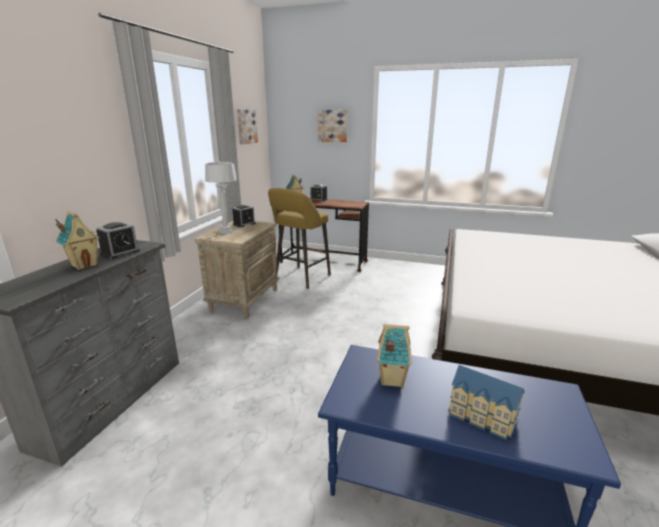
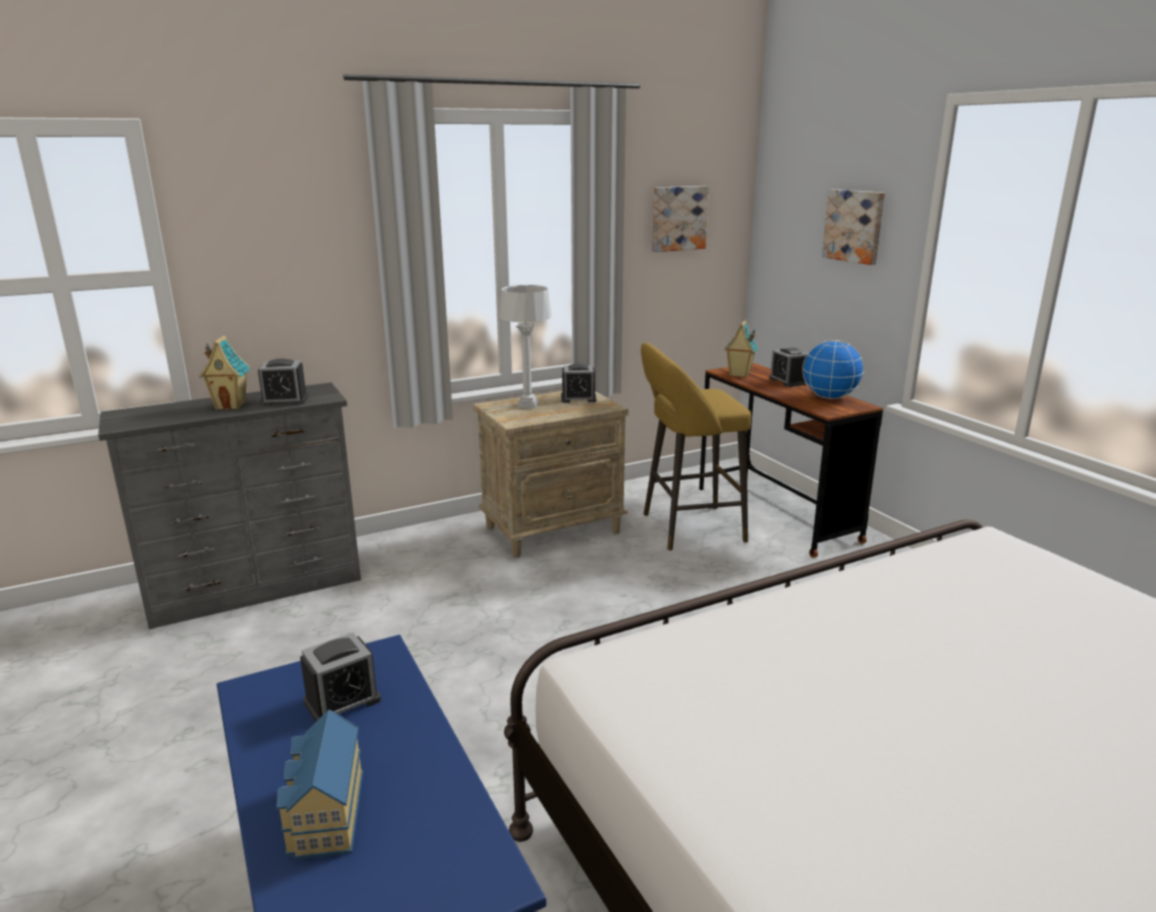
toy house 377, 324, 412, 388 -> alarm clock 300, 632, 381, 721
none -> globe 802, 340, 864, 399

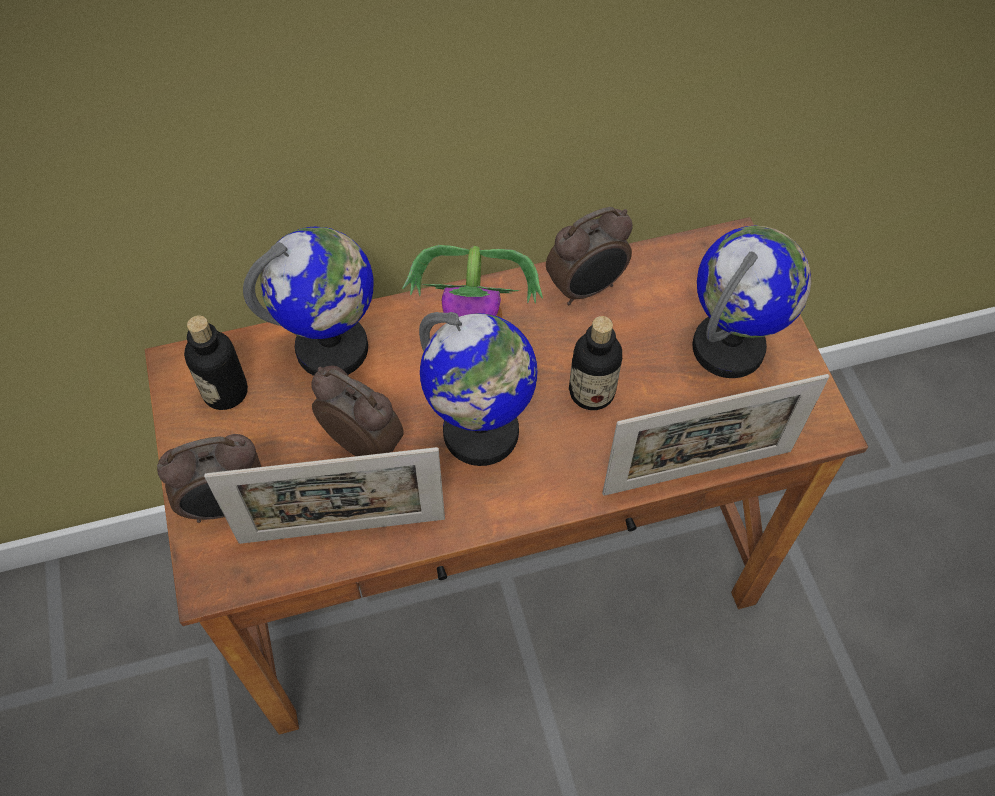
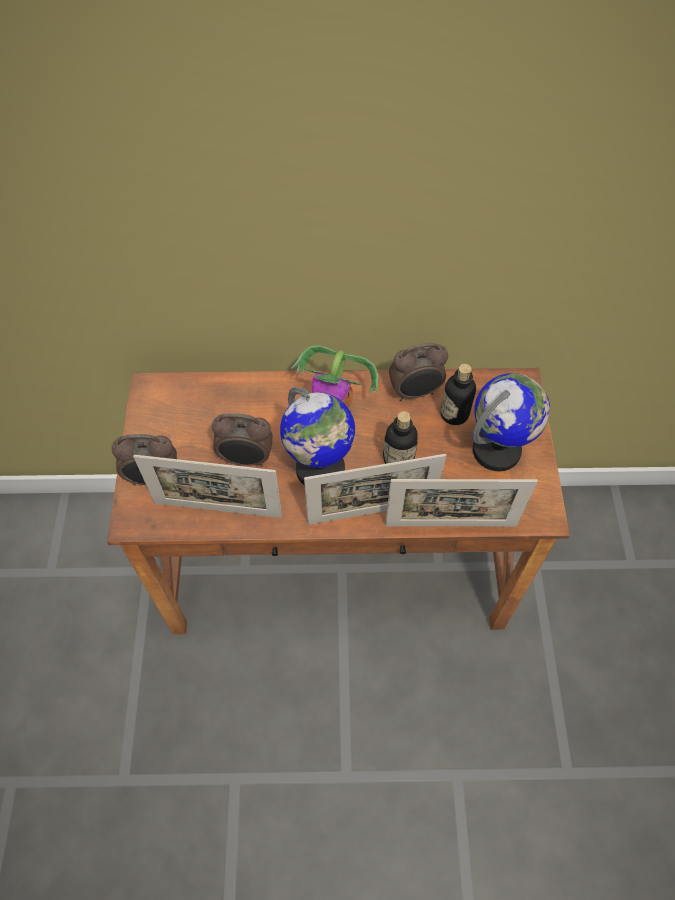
bottle 184, 316, 248, 410 -> bottle 440, 364, 476, 425, relocated
globe 243, 227, 374, 376 -> none
alarm clock 311, 366, 404, 456 -> alarm clock 212, 413, 272, 467, 135 degrees clockwise
none -> picture frame 304, 454, 446, 525

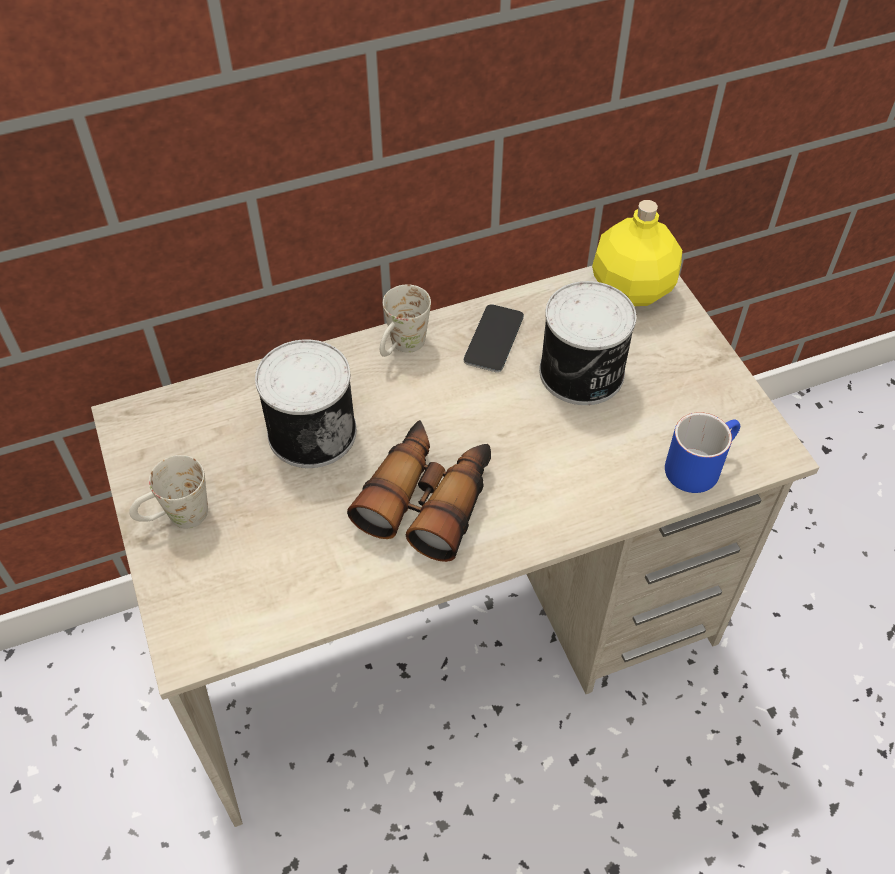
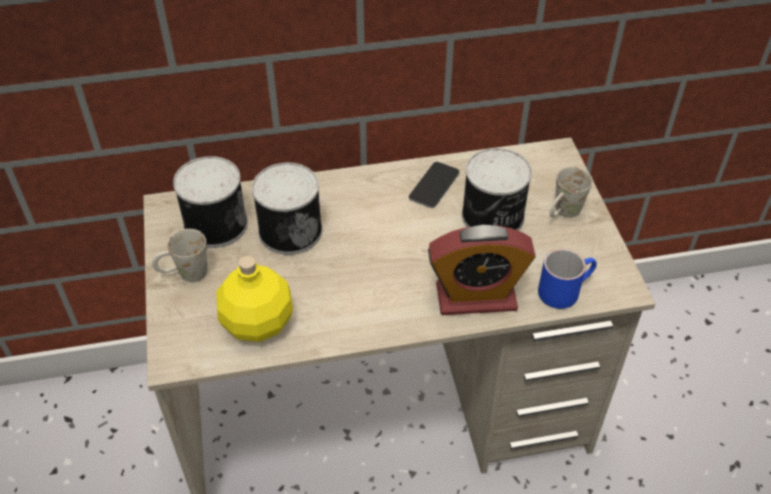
binoculars 347, 420, 491, 562 -> none
white mug 380, 284, 431, 357 -> white mug 550, 167, 593, 218, relocated
yellow bottle 592, 200, 682, 306 -> yellow bottle 216, 256, 293, 342, relocated
none -> can 173, 156, 248, 248
none -> alarm clock 428, 225, 536, 315

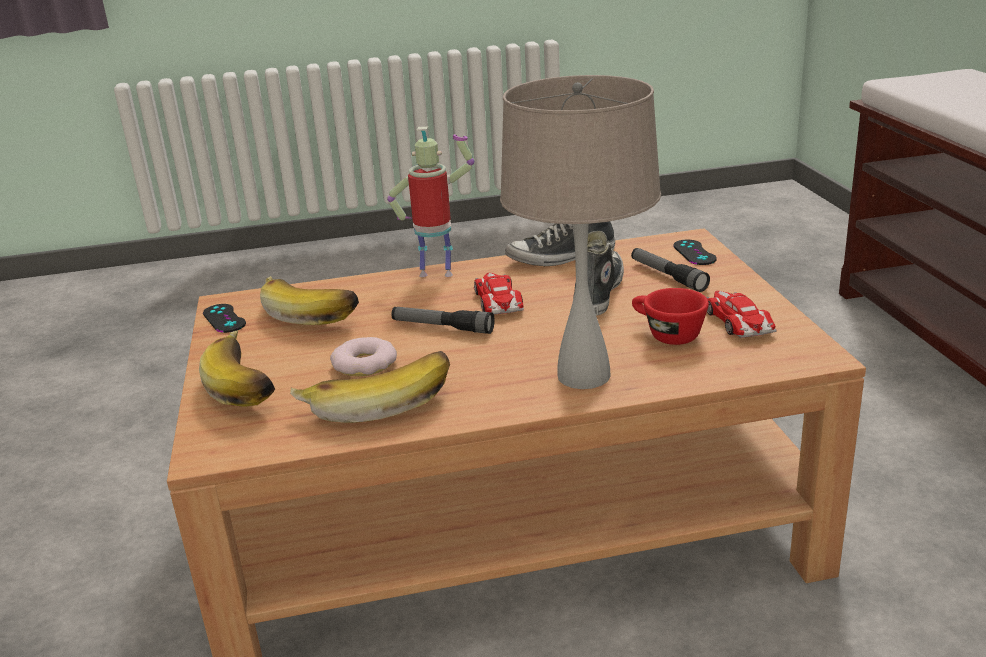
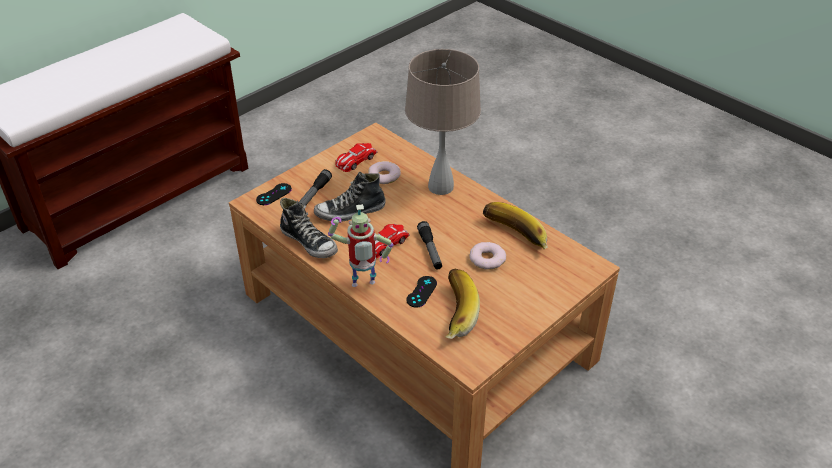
banana 199, 330, 275, 407 -> none
black game controller 203, 304, 246, 333 -> black game controller 406, 276, 437, 308, relocated
toy robot 387, 127, 474, 277 -> toy robot 328, 204, 393, 287, 75 degrees counterclockwise
red cup 632, 288, 709, 345 -> donut 368, 161, 401, 184

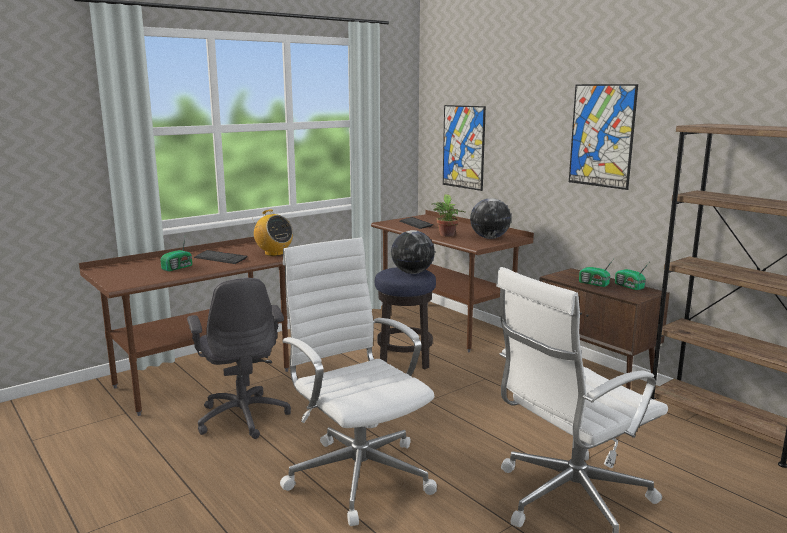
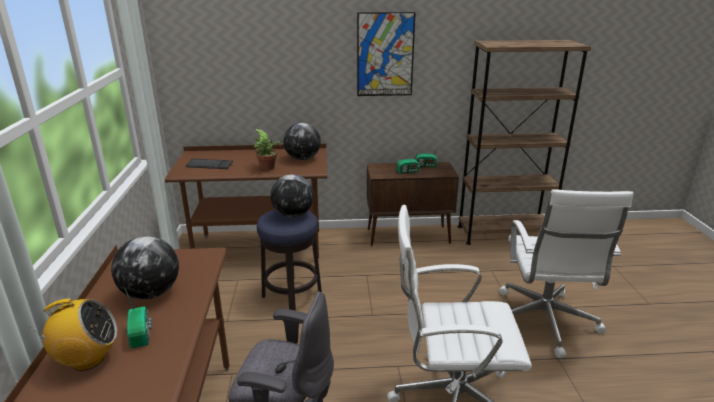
keyboard 194, 250, 248, 264 -> globe 111, 236, 179, 299
radio 252, 209, 293, 256 -> radio 29, 298, 117, 371, relocated
picture 443, 105, 486, 191 -> none

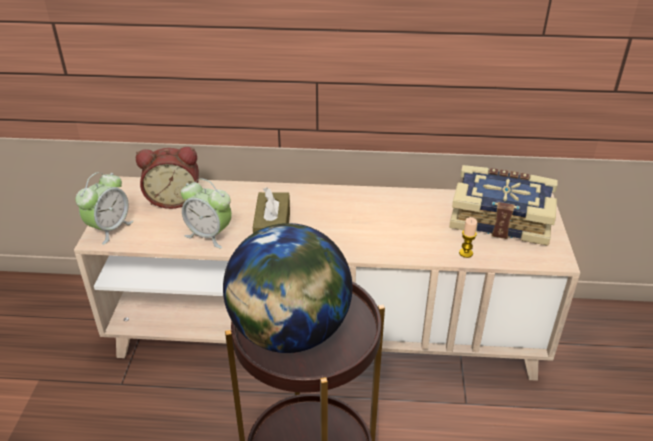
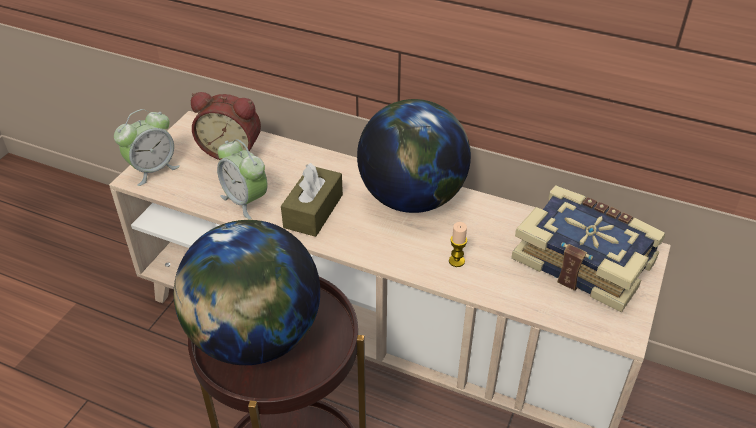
candle 459, 217, 477, 258 -> candle 449, 222, 467, 267, relocated
none -> globe 357, 99, 471, 213

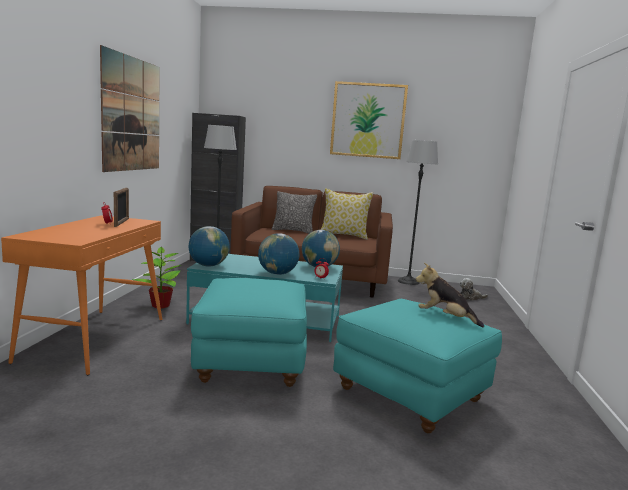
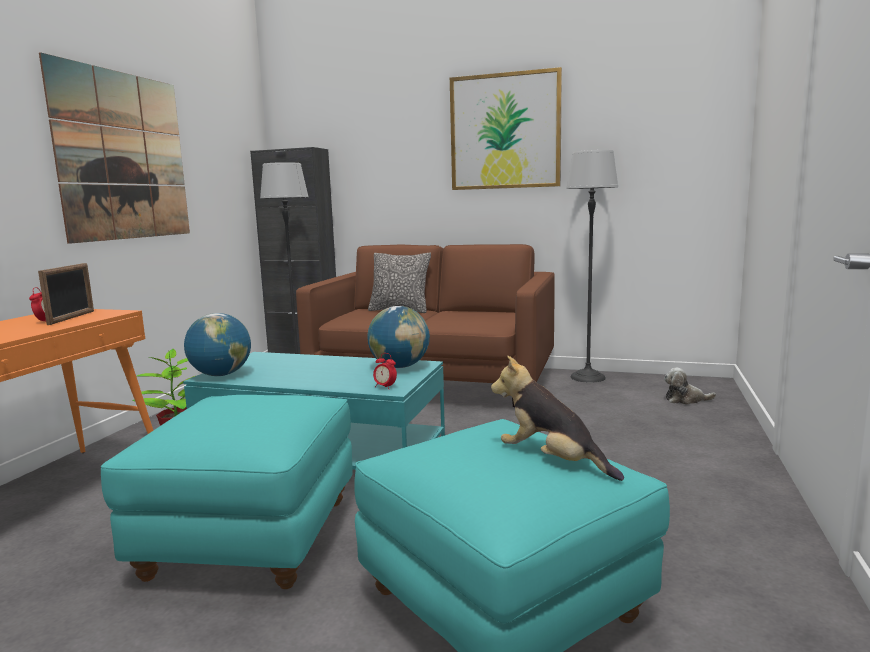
globe 258, 233, 299, 275 -> none
pillow 321, 188, 374, 240 -> none

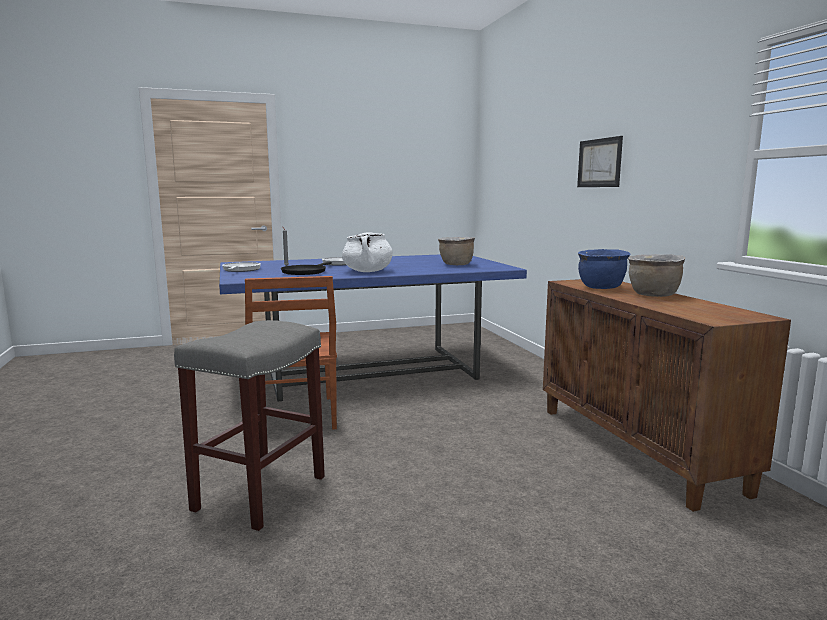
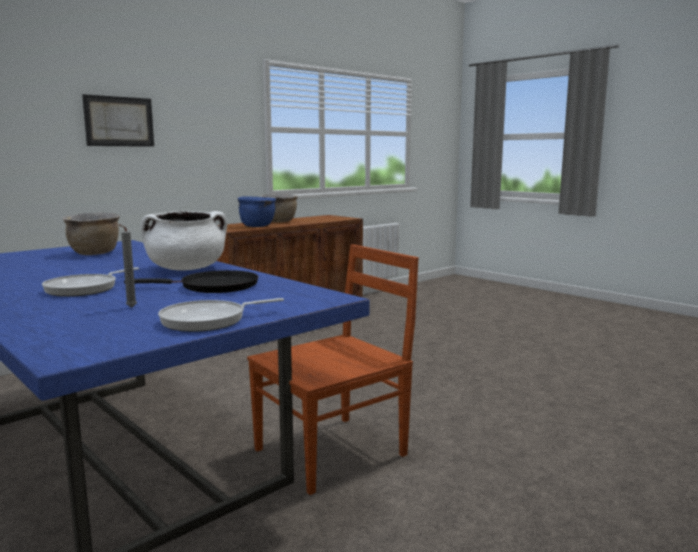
grey stool 174, 320, 325, 531 -> none

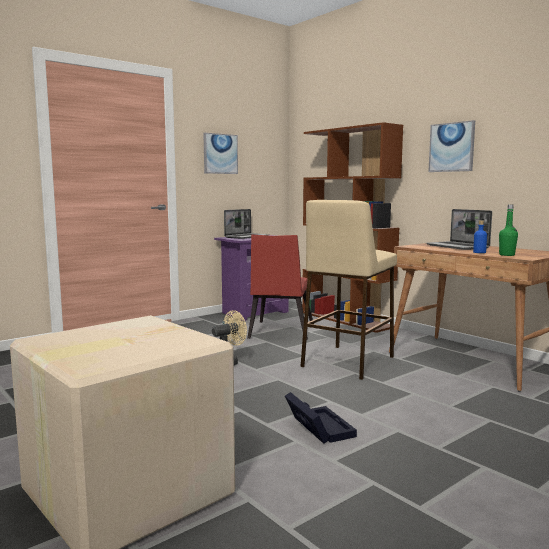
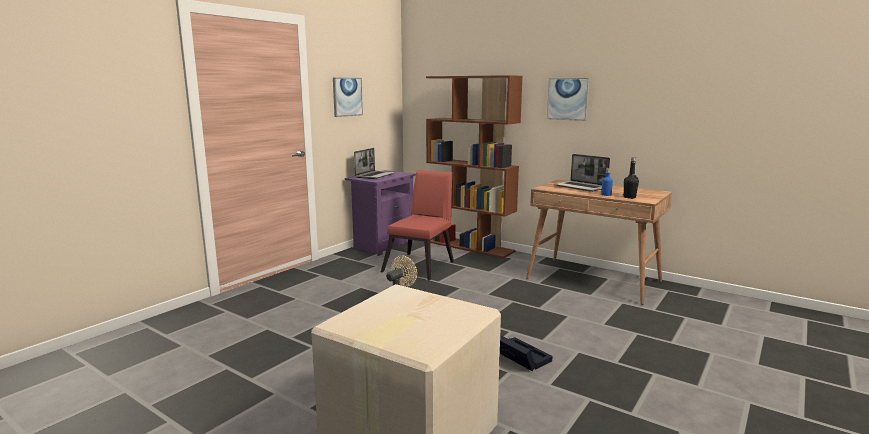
red chair 247, 235, 313, 340 -> red chair 381, 169, 454, 280, 150 degrees counterclockwise
beige stool 300, 200, 397, 380 -> none
green bottle 499, 204, 518, 256 -> black bottle 623, 157, 639, 199

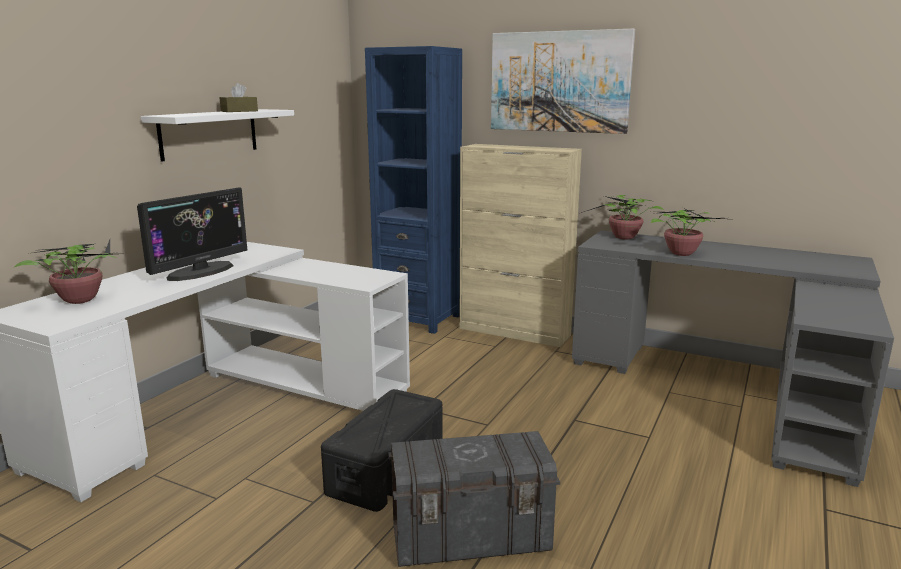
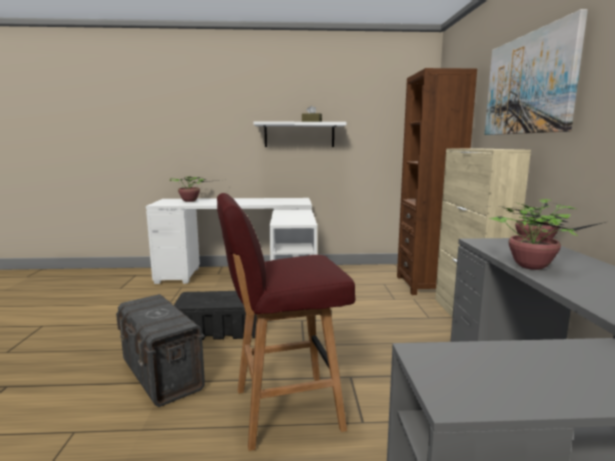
monitor 137, 187, 247, 281 -> none
blue bookcase 365, 46, 462, 334 -> brown bookcase 397, 68, 477, 295
none -> red stool 217, 193, 355, 451

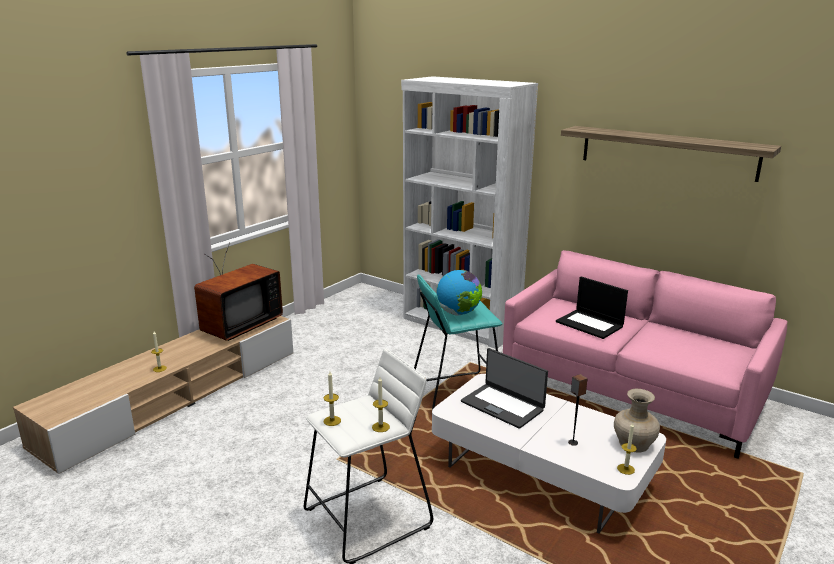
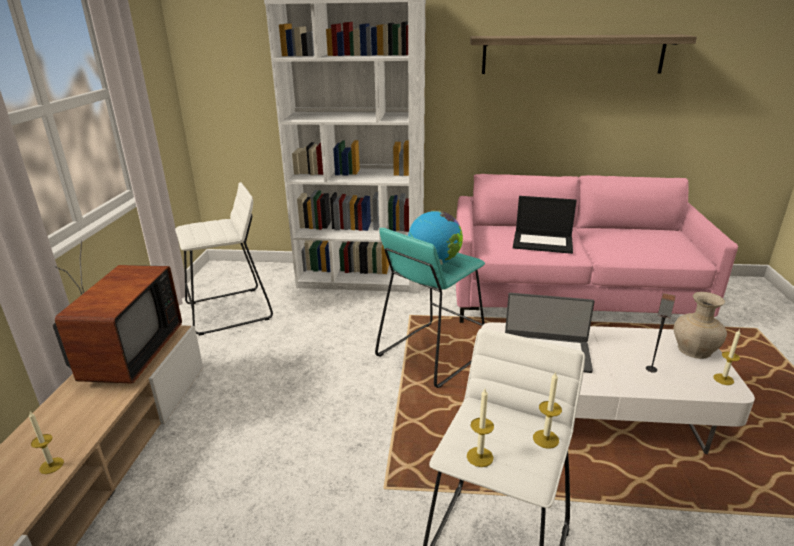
none -> white stool 175, 182, 273, 336

